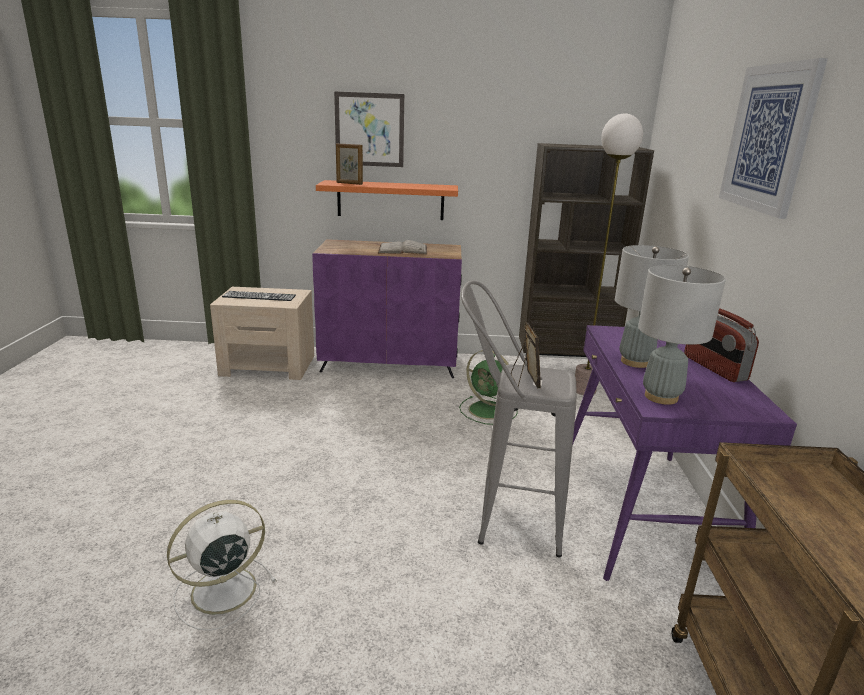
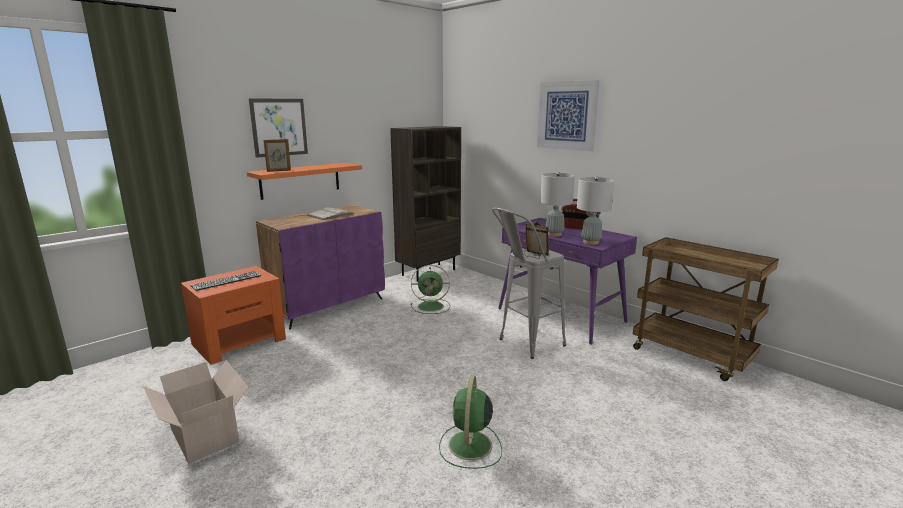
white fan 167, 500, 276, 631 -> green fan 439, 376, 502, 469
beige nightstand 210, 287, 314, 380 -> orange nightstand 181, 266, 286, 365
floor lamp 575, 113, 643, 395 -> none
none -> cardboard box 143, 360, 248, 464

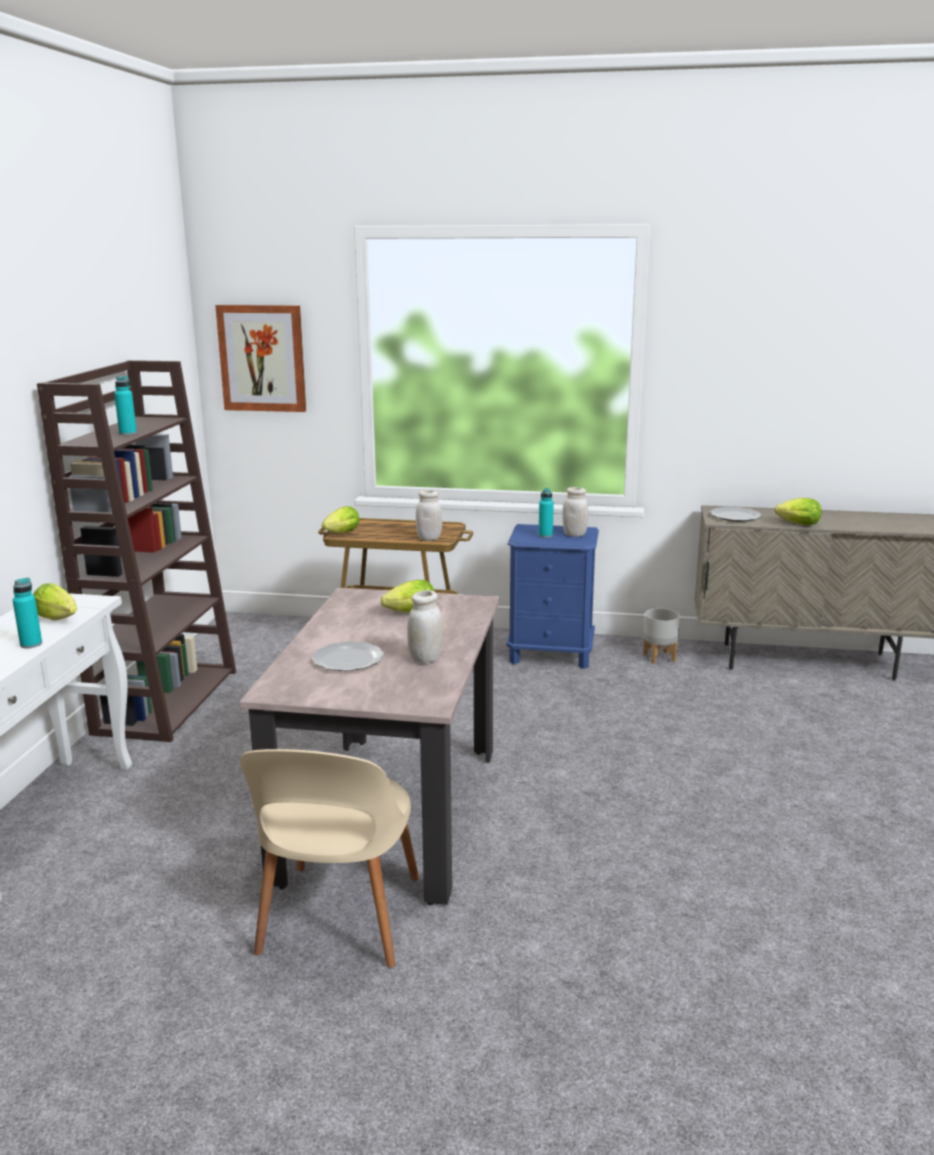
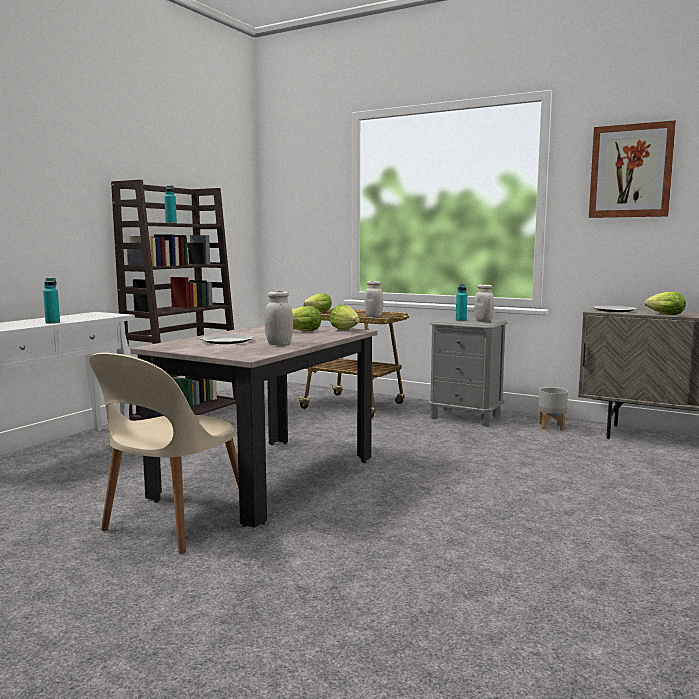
lettuce 33, 583, 77, 620 -> lettuce 330, 305, 360, 330, relocated
picture 215, 305, 306, 412 -> picture 589, 120, 676, 218, relocated
blue nightstand 507, 524, 599, 669 -> grey nightstand 428, 317, 508, 426

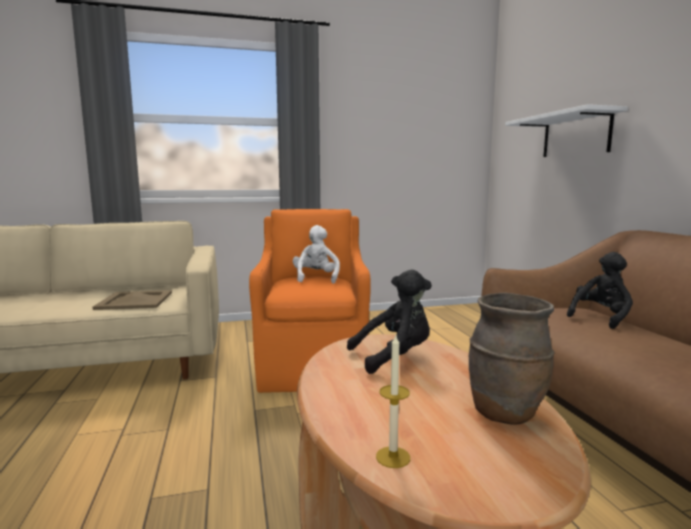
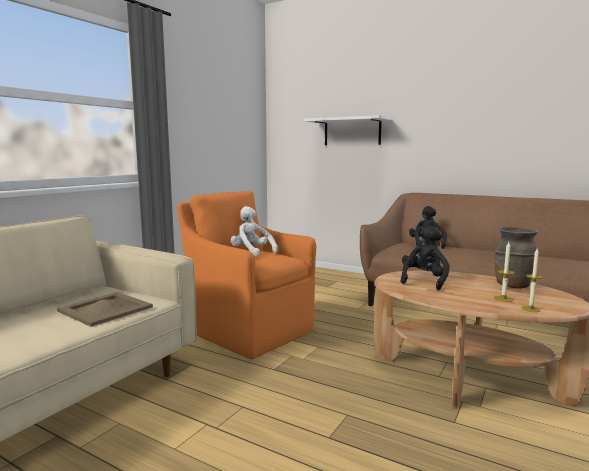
none -> candle 494, 242, 515, 302

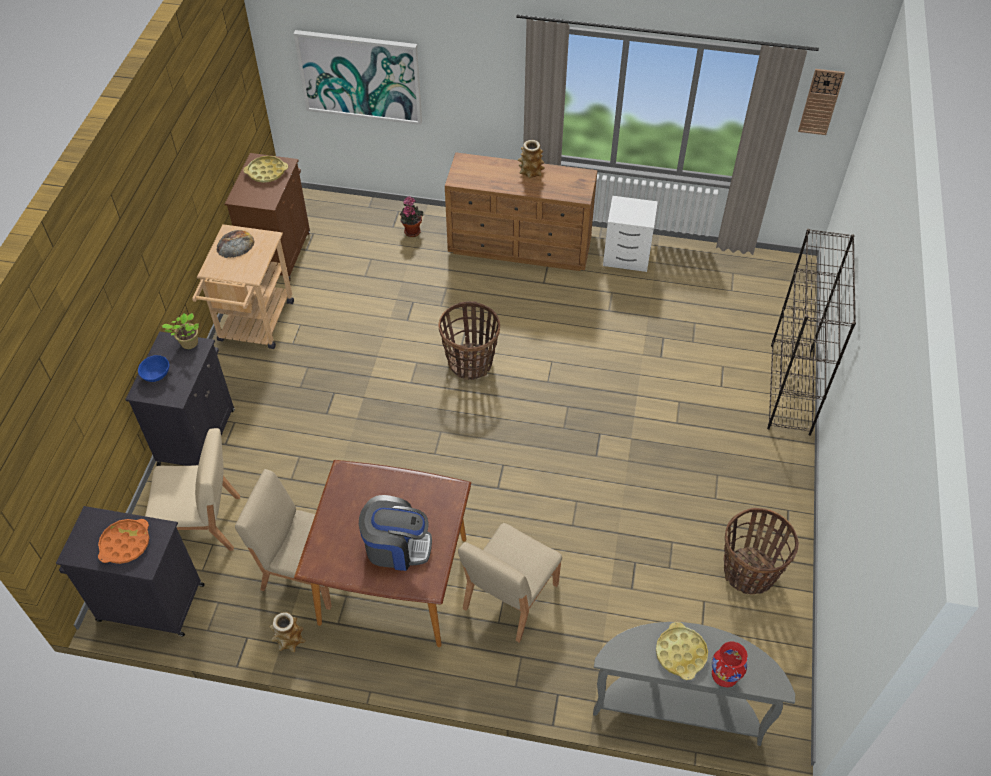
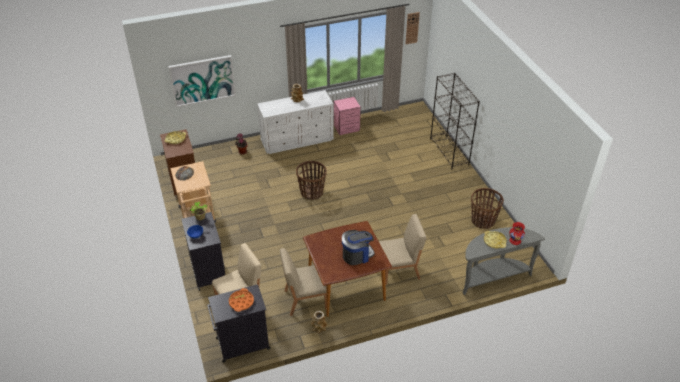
brown dresser 445, 152, 597, 271 -> white dresser 257, 90, 334, 154
beige chair 458, 523, 562, 642 -> beige chair 379, 214, 426, 285, 105 degrees counterclockwise
white nightstand 603, 196, 658, 272 -> pink nightstand 334, 97, 361, 135

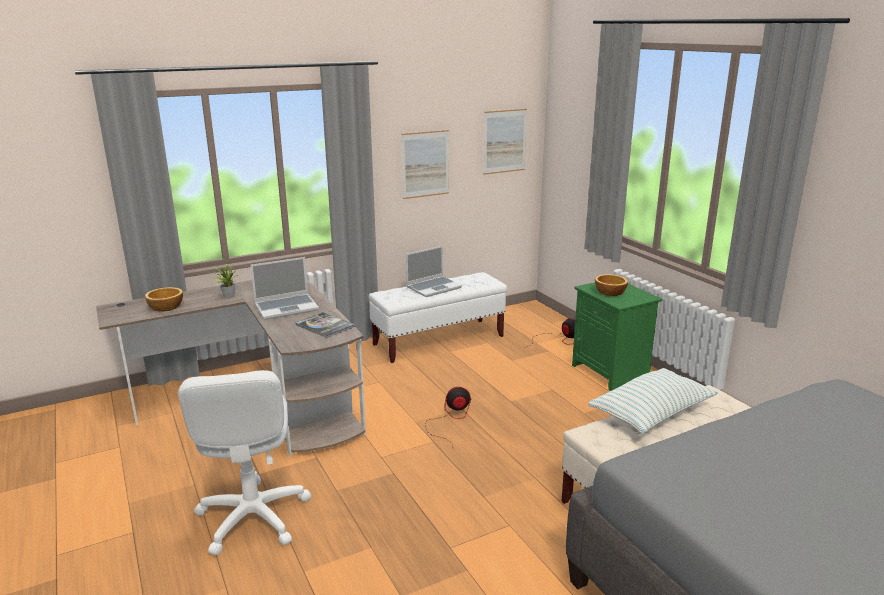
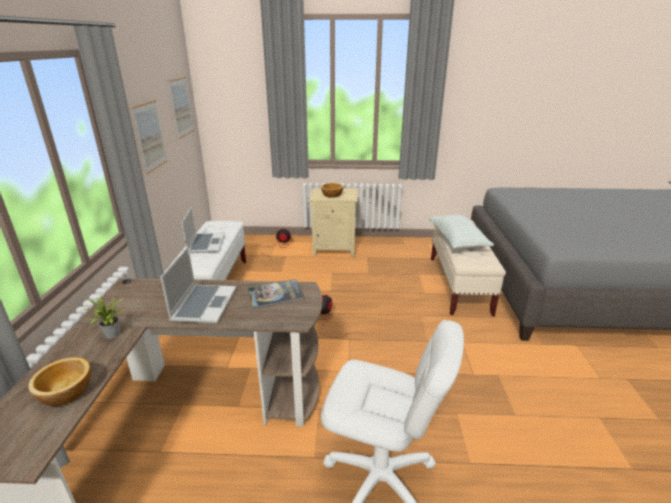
green nightstand 572, 282, 662, 391 -> beige nightstand 309, 188, 357, 257

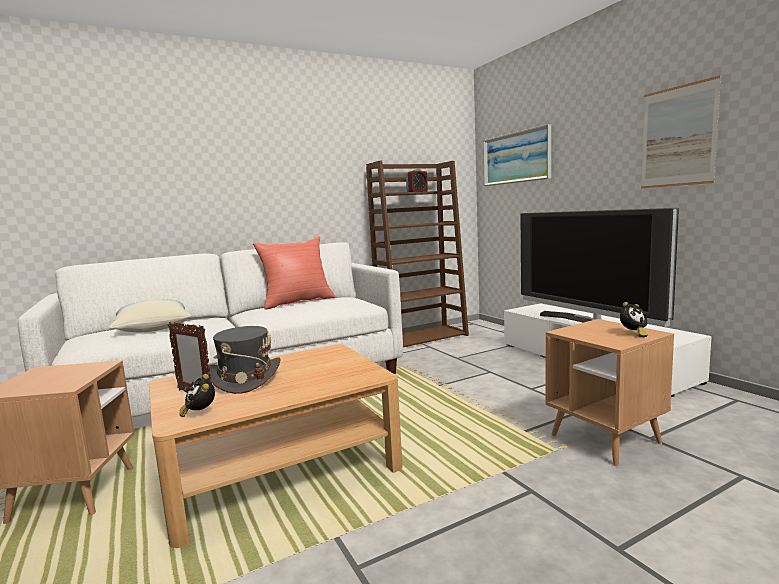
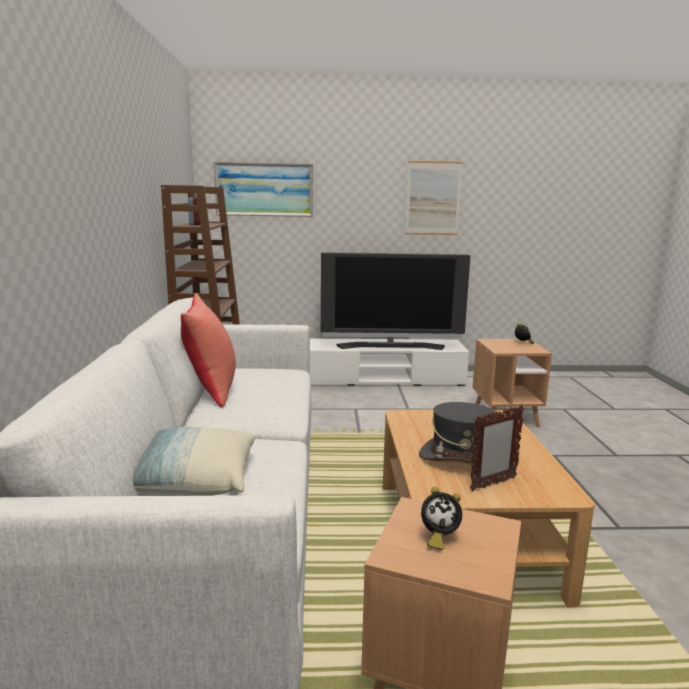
alarm clock 180, 374, 215, 417 -> alarm clock 421, 487, 462, 550, relocated

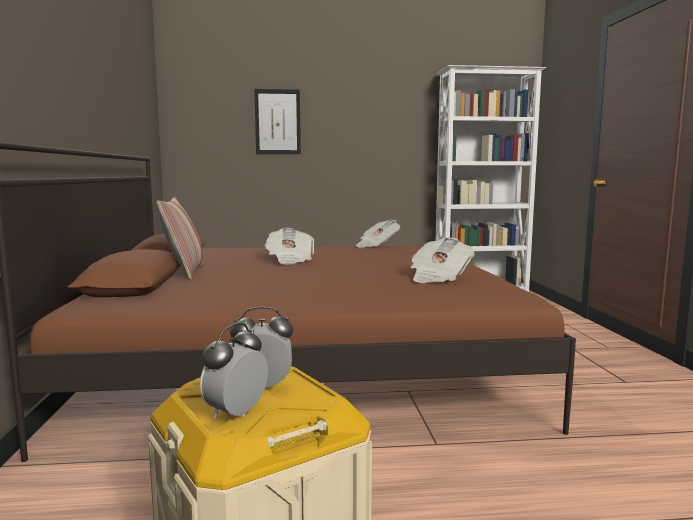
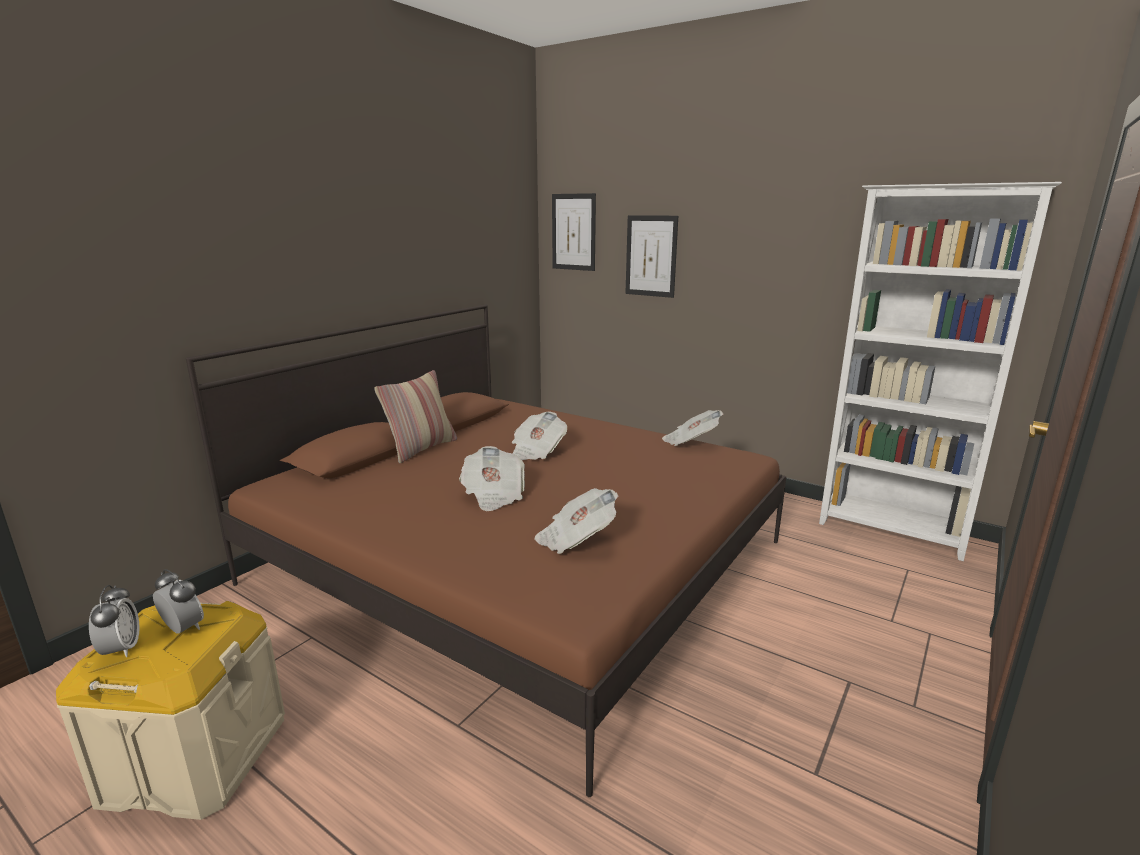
alarm clock 200, 323, 268, 419 -> alarm clock 89, 585, 140, 657, 90 degrees clockwise
none -> newspaper 459, 446, 525, 511
none -> picture 552, 193, 596, 271

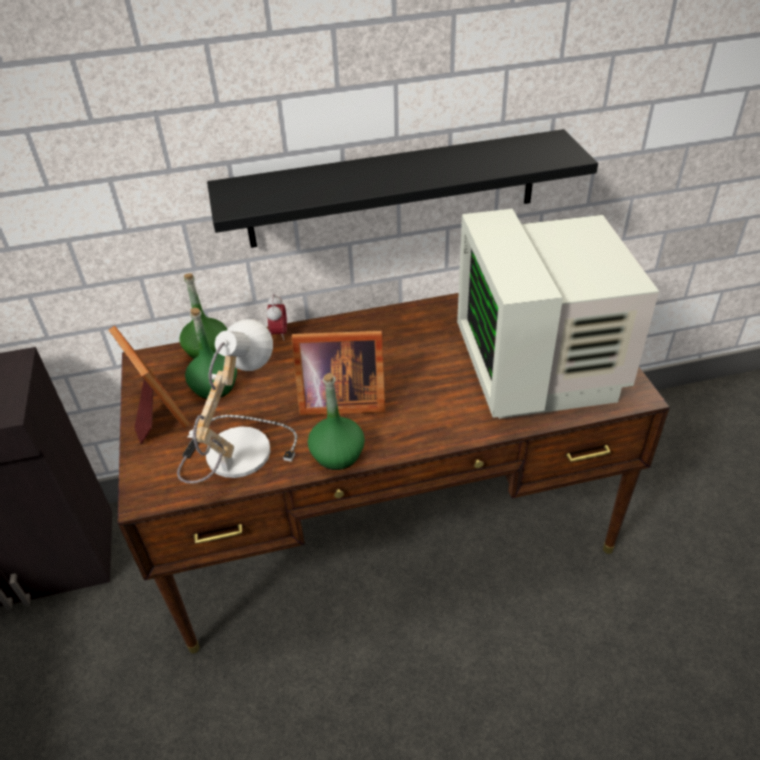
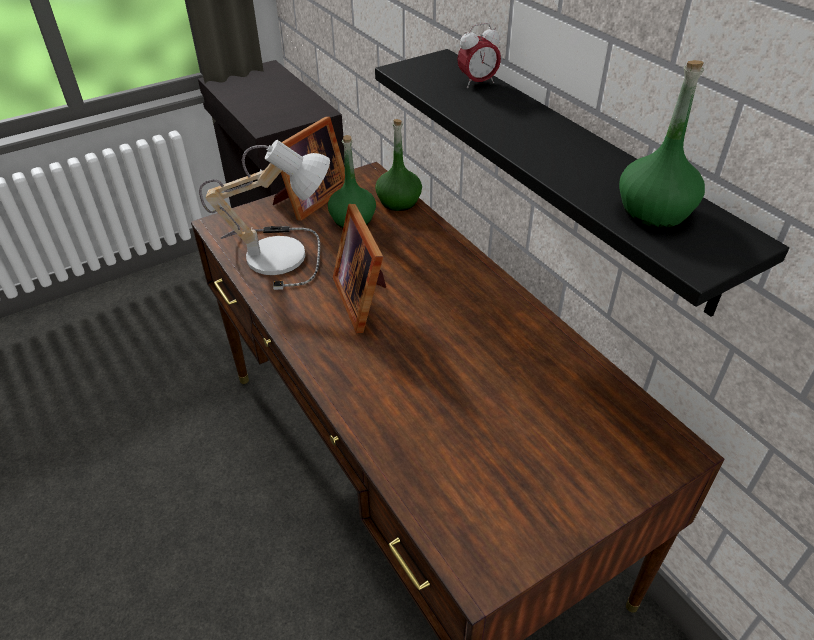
alarm clock 267, 294, 287, 341 -> alarm clock 457, 23, 501, 88, relocated
green bottle 308, 373, 365, 470 -> green bottle 619, 60, 705, 228, relocated
monitor 457, 209, 659, 419 -> none

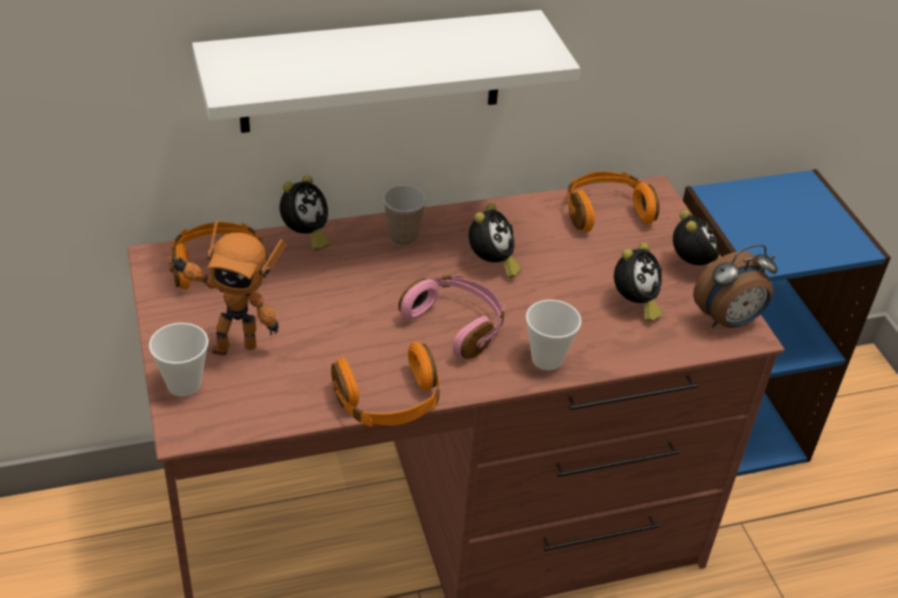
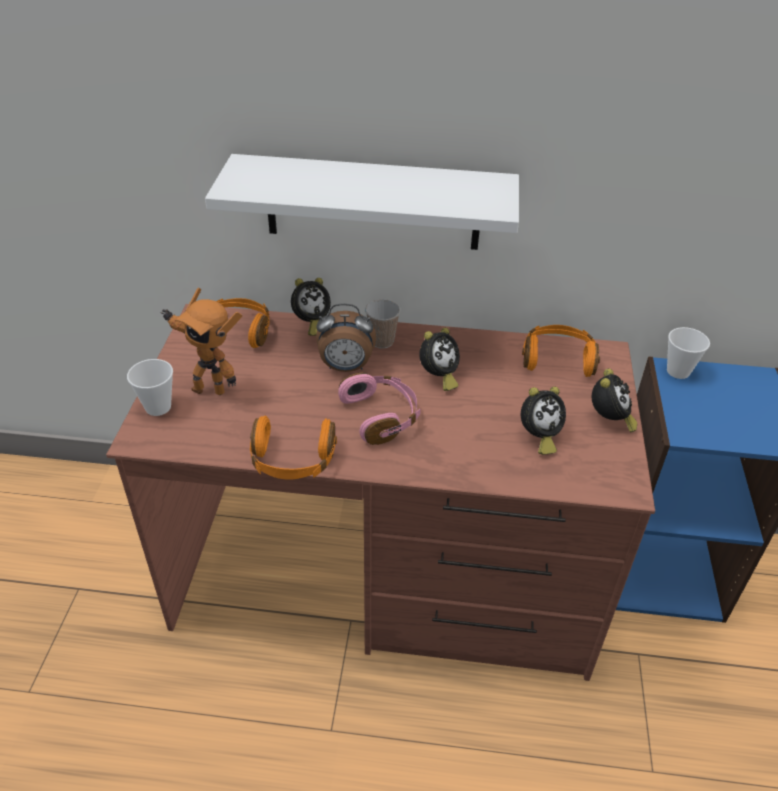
cup 526, 300, 582, 370 -> cup 667, 327, 710, 379, relocated
alarm clock 693, 244, 778, 328 -> alarm clock 316, 304, 376, 372, relocated

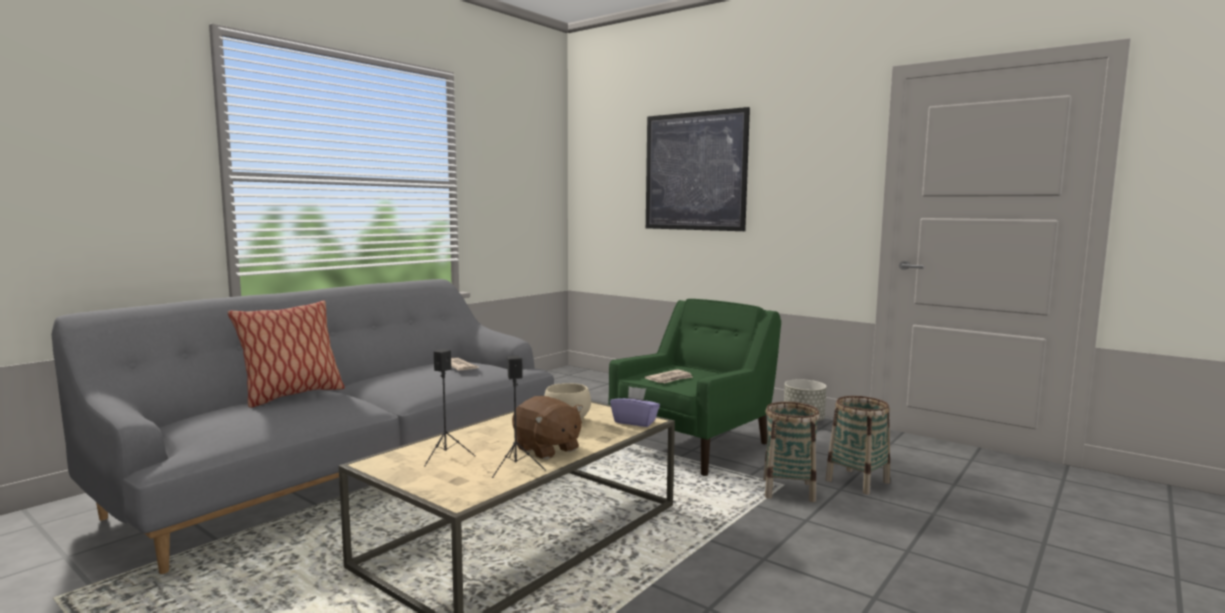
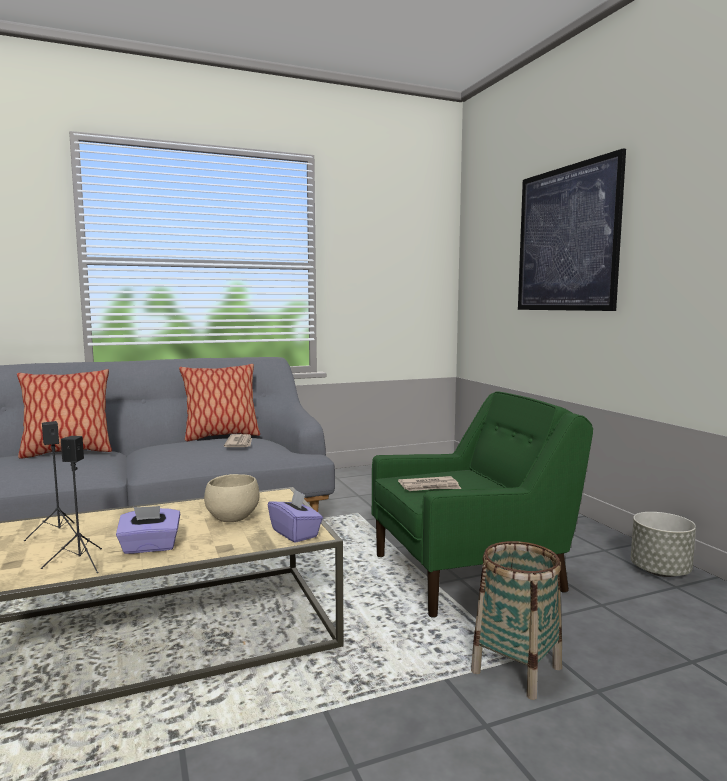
brown plush toy 512, 396, 583, 459 -> purple tissue box 116, 506, 180, 554
basket 825, 396, 890, 494 -> none
none -> pillow 179, 364, 260, 441

